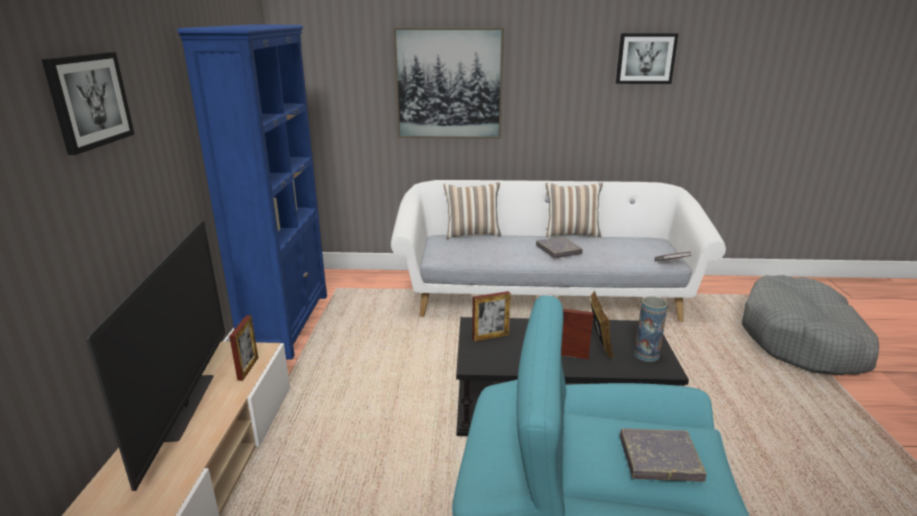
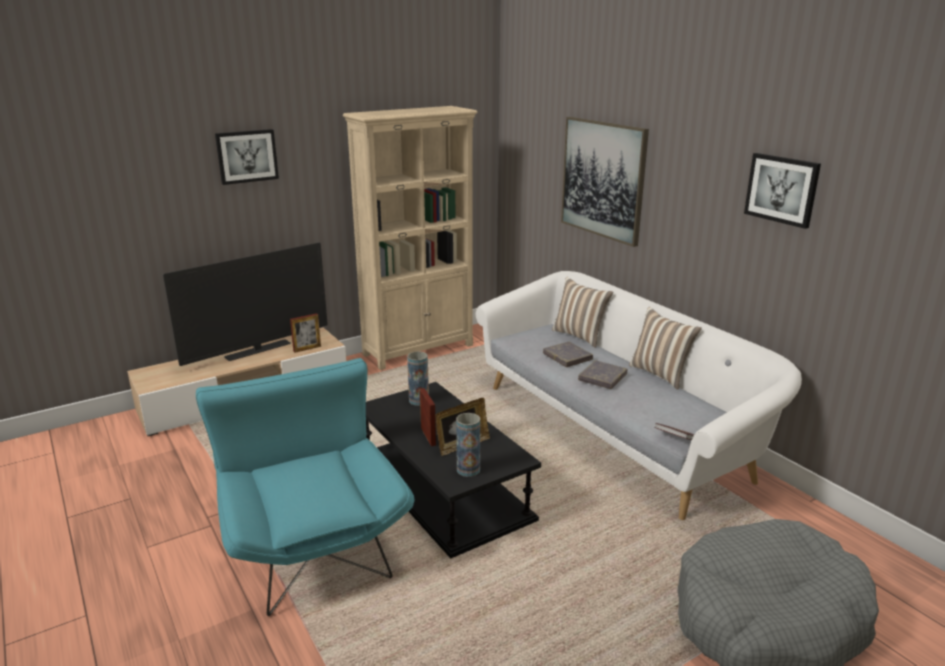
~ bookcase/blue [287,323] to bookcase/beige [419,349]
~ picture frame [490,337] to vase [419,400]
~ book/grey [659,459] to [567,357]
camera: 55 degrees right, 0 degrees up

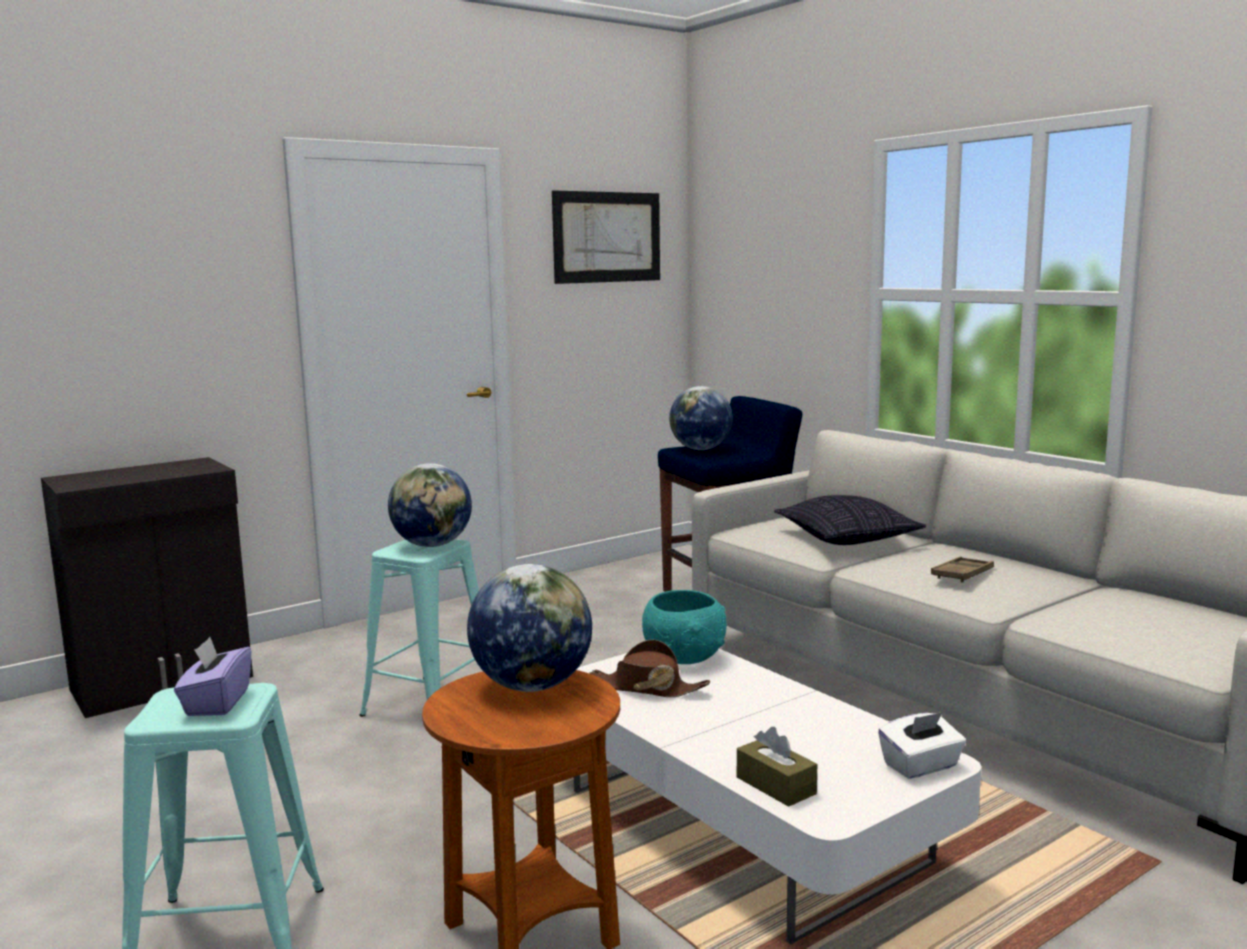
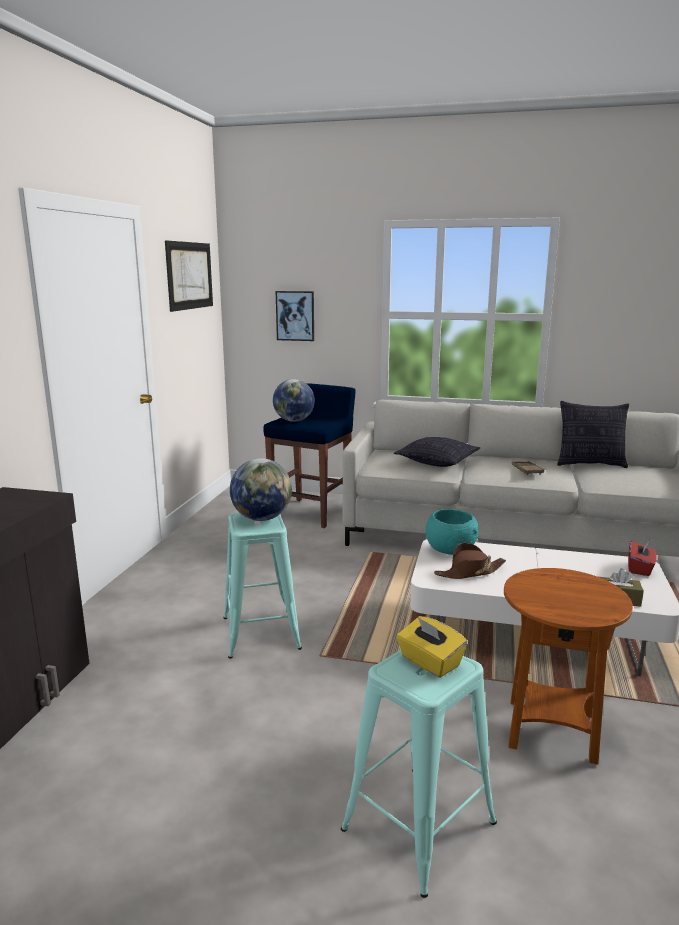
+ picture [295,316]
~ tissue box/purple [216,702] to tissue box/yellow [429,662]
+ pillow [590,464]
~ tissue box/white [921,766] to tissue box/red [640,569]
- globe [532,686]
camera: 40 degrees left, 5 degrees up

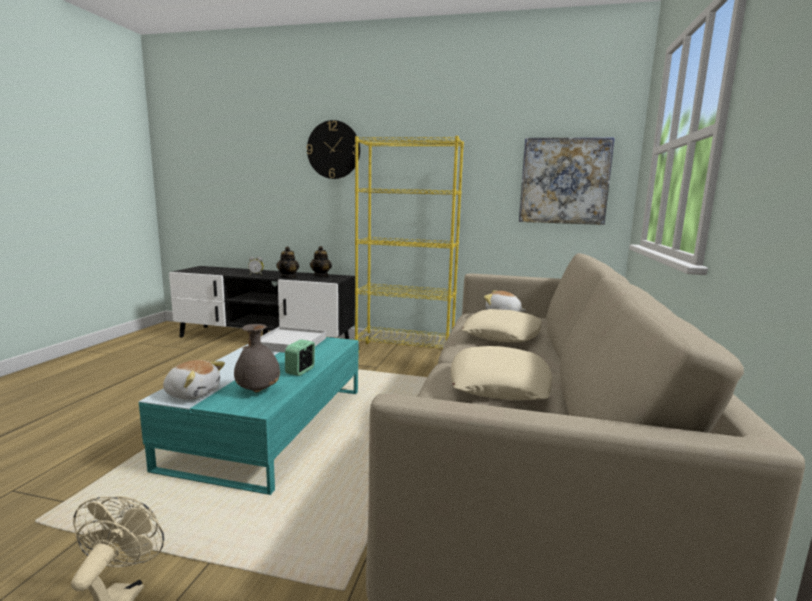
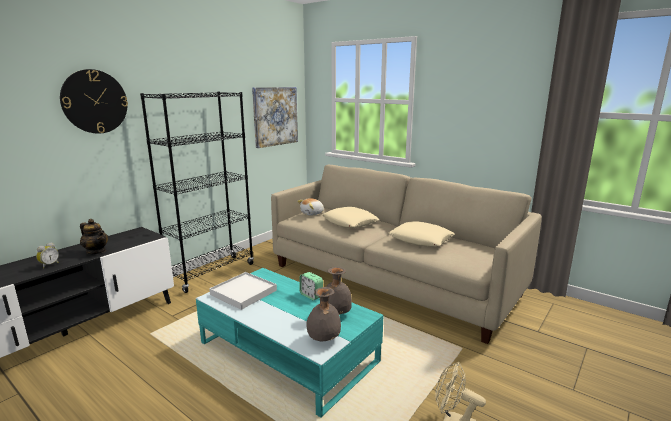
~ bookcase/yellow [405,352] to bookcase/black [211,273]
~ plush toy [193,393] to vase/grey [323,339]
- teapot [321,275]
camera: 65 degrees left, 5 degrees up

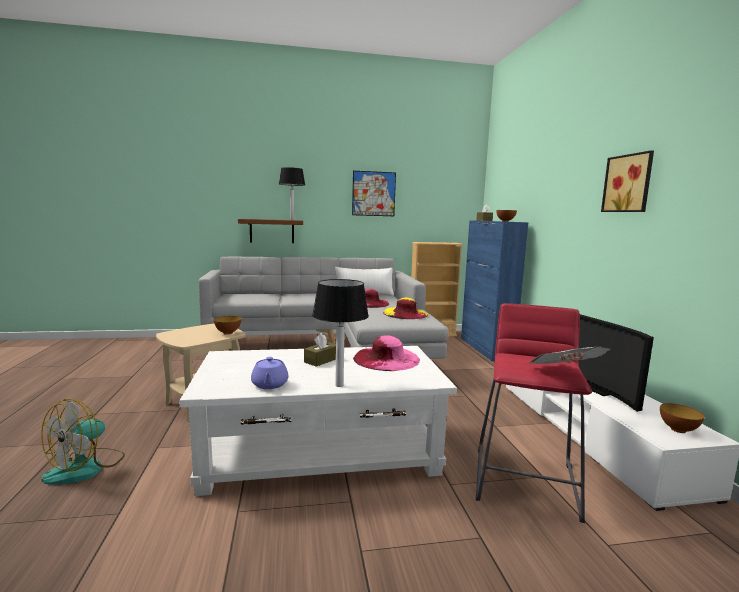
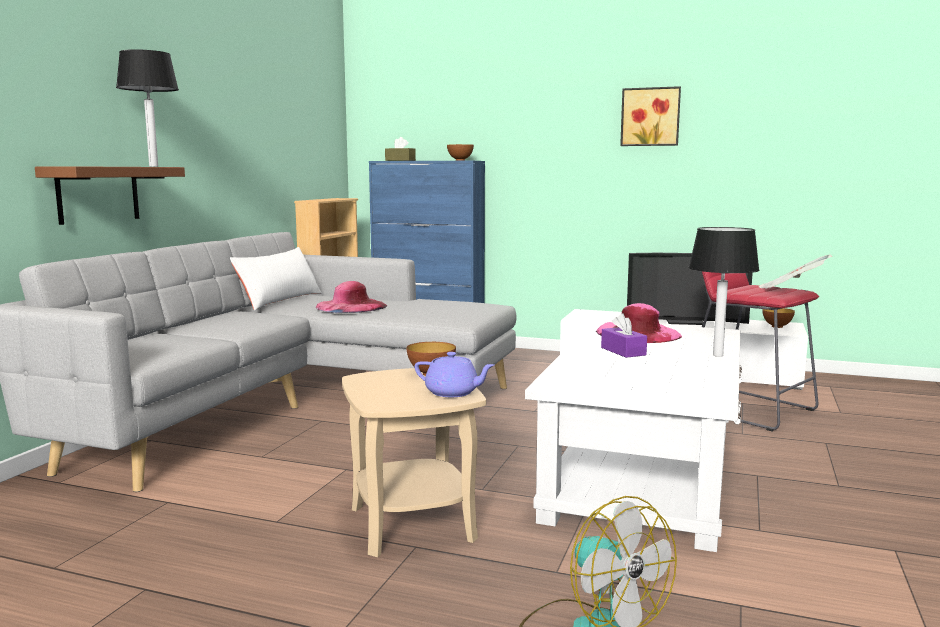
~ teapot/purple [269,385] to [453,393]
~ tissue box/brown [321,360] to tissue box/purple [623,351]
- picture [373,193]
- hat/yellow [405,313]
camera: 60 degrees left, 0 degrees up

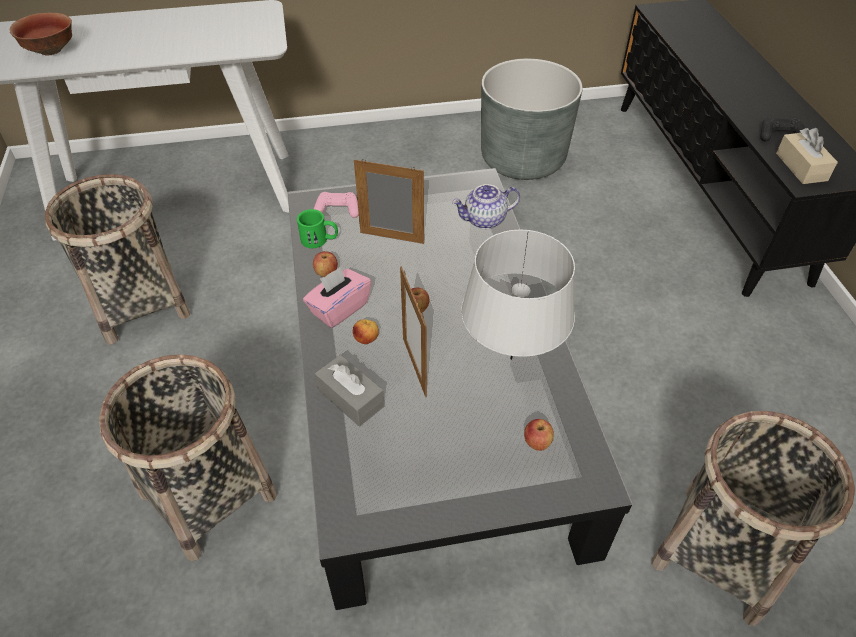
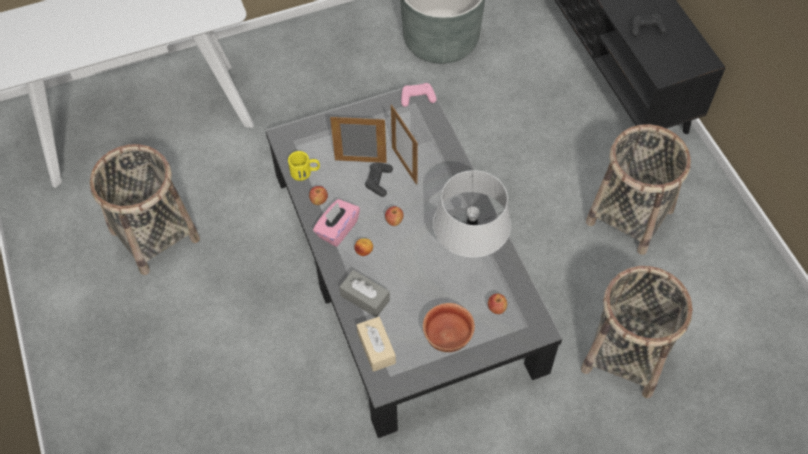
~ mug/green [320,240] to mug/yellow [305,172]
~ tissue box/beige [801,167] to [376,348]
+ game controller/black [378,181]
~ picture frame [414,366] to [404,166]
~ game controller/pink [337,210] to [417,98]
~ bowl [50,50] to [447,336]
~ basket [209,495] to [630,216]
- teapot [484,220]
camera: 10 degrees left, 10 degrees up

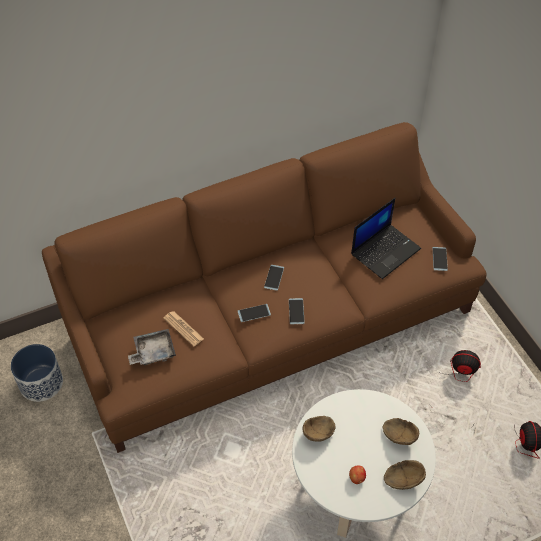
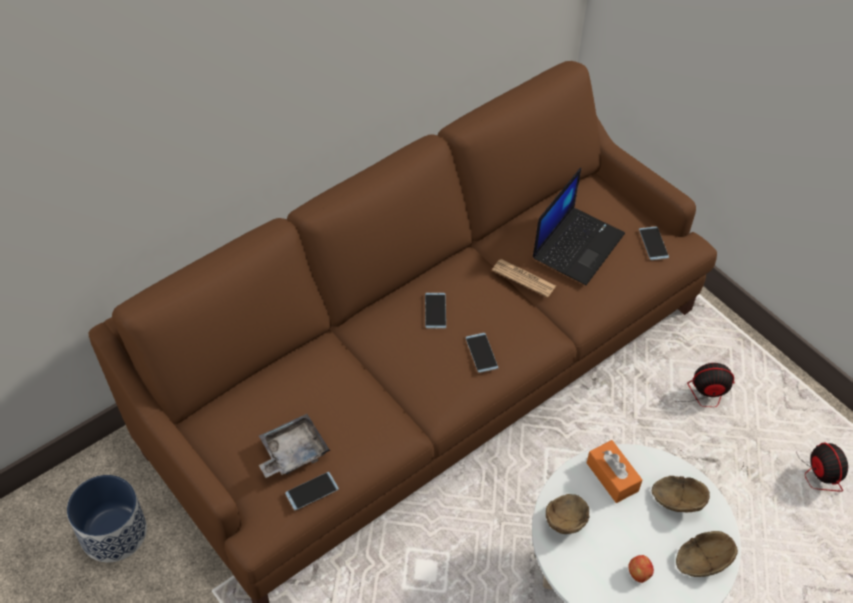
~ phone [254,313] to [312,491]
~ newspaper [183,328] to [524,278]
+ tissue box/orange [612,477]
camera: 15 degrees left, 0 degrees up

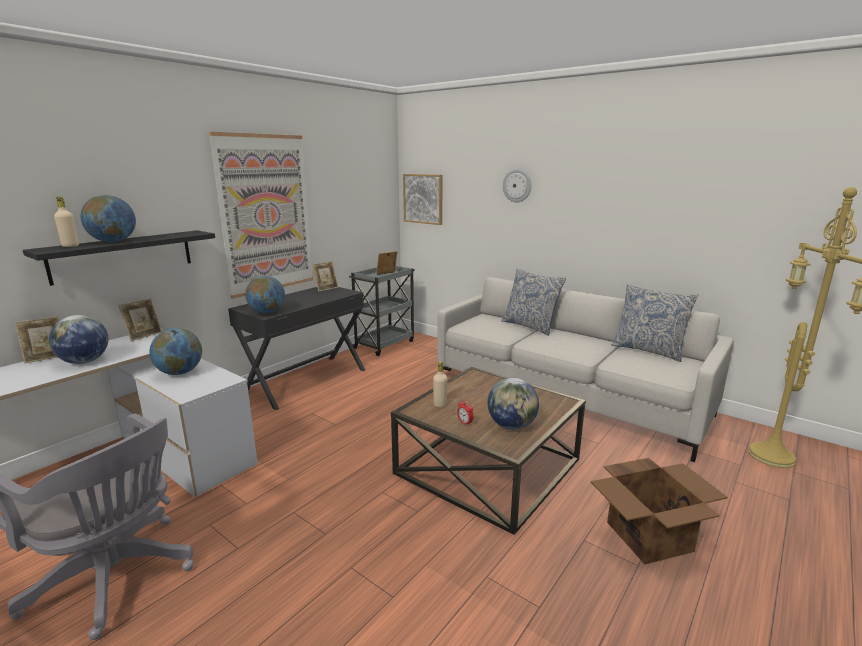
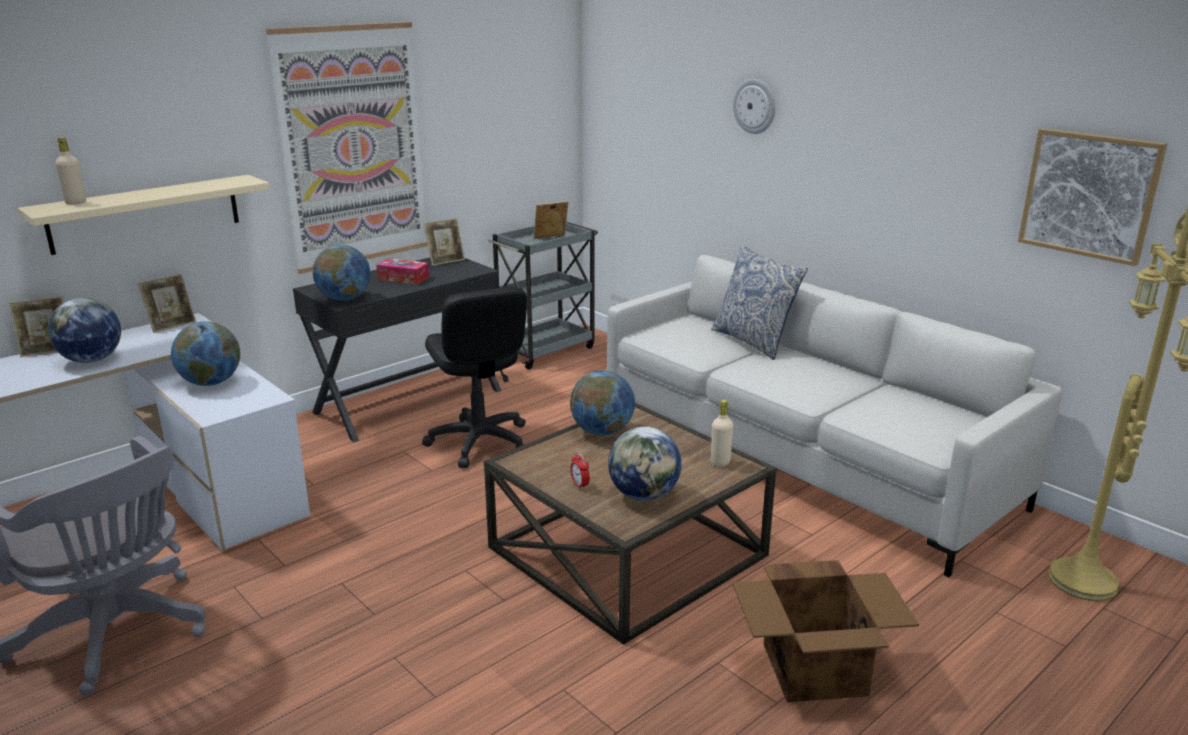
~ shelf/black [123,256] to shelf/beige [145,213]
+ tissue box [403,278]
+ office chair/black [479,442]
~ globe [113,242] to [602,431]
~ bottle/beige [440,404] to [720,462]
~ picture [423,199] to [1089,195]
- pillow [648,350]
camera: 10 degrees right, 5 degrees up

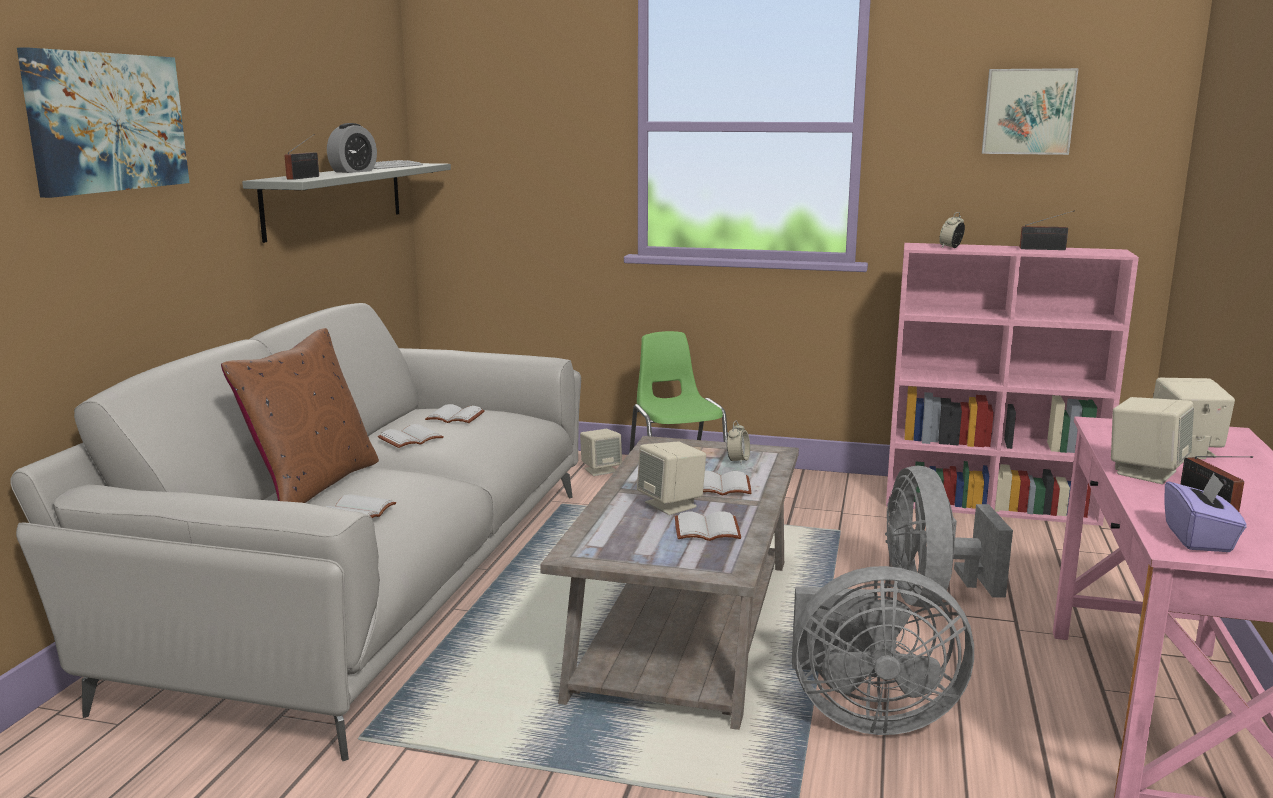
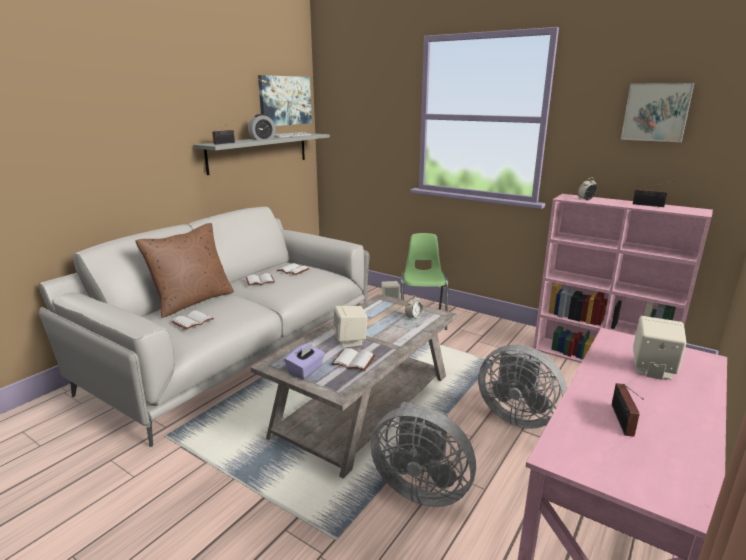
~ picture [107,122] to [285,100]
~ tissue box/purple [1199,538] to [306,370]
~ fan/grey [930,597] = [517,416] 75 degrees counterclockwise
- book/white [722,486]
- speaker/beige [1145,472]
camera: 20 degrees right, 5 degrees up

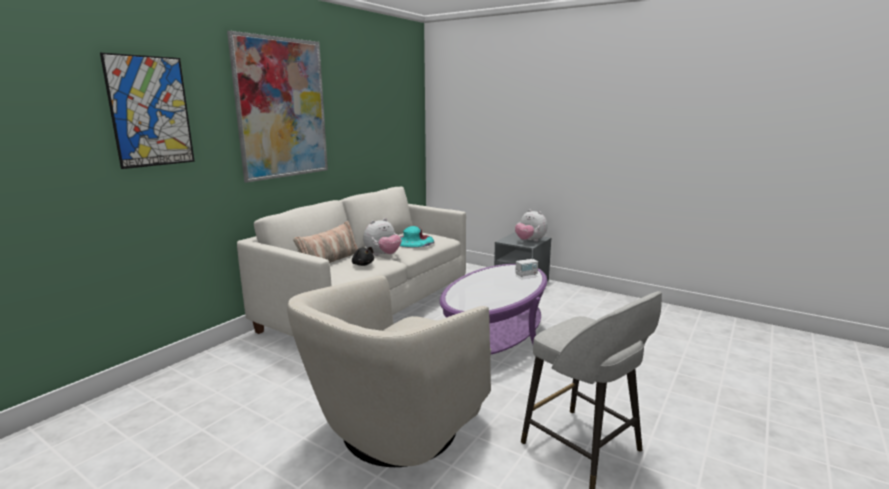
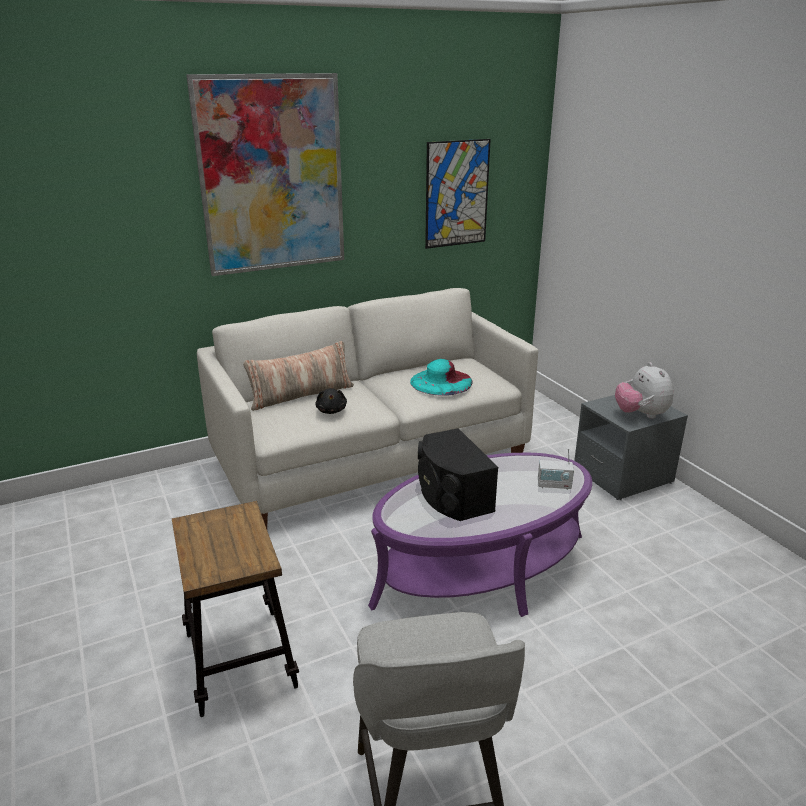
~ armchair/beige [397,429] to stool [240,660]
+ speaker/black [451,495]
~ picture [150,111] to [457,194]
- plush toy [383,255]
camera: 30 degrees right, 10 degrees up

